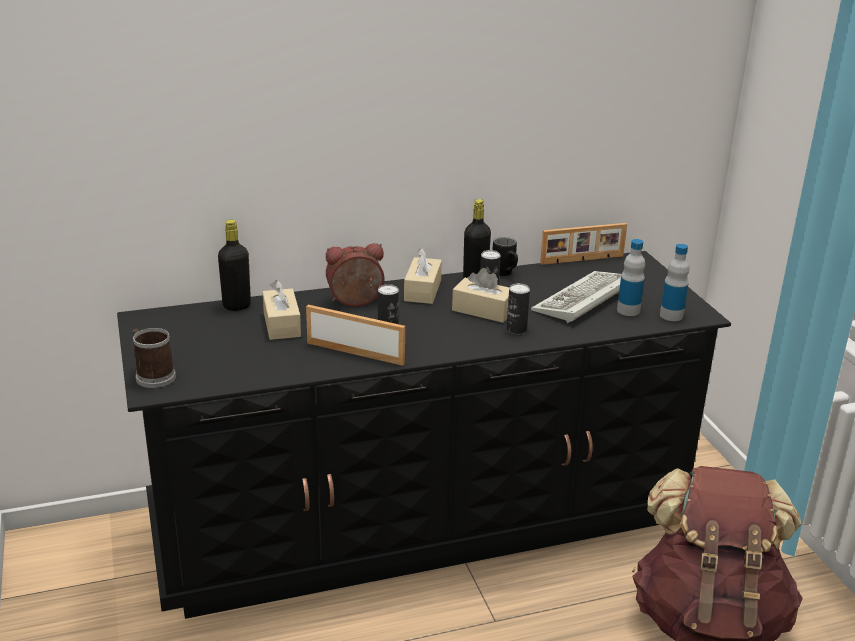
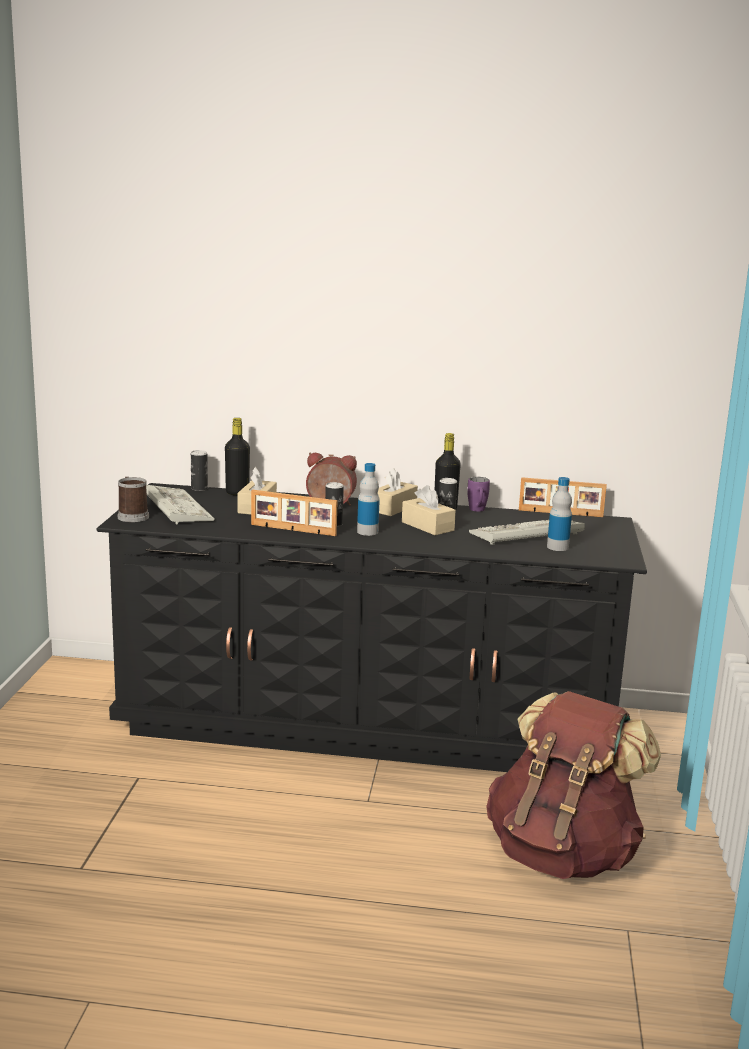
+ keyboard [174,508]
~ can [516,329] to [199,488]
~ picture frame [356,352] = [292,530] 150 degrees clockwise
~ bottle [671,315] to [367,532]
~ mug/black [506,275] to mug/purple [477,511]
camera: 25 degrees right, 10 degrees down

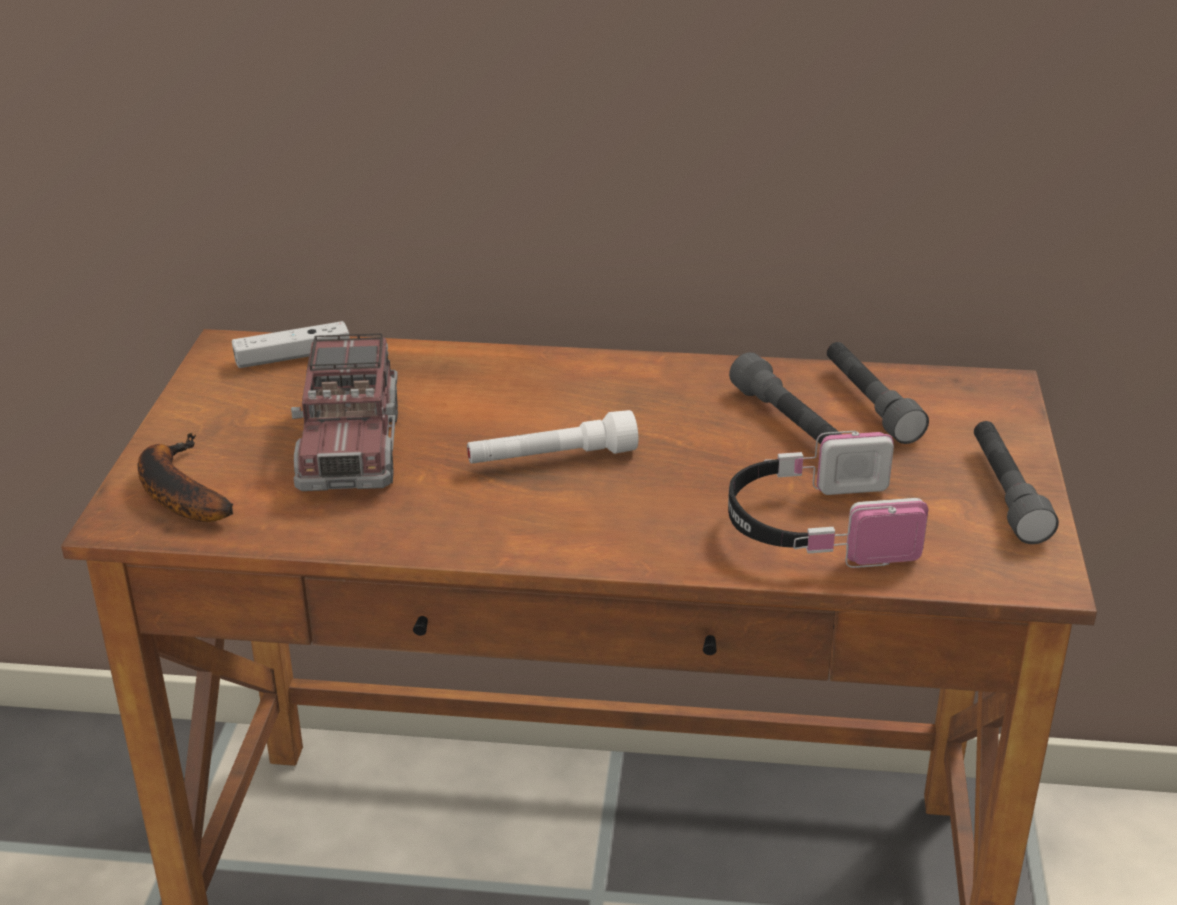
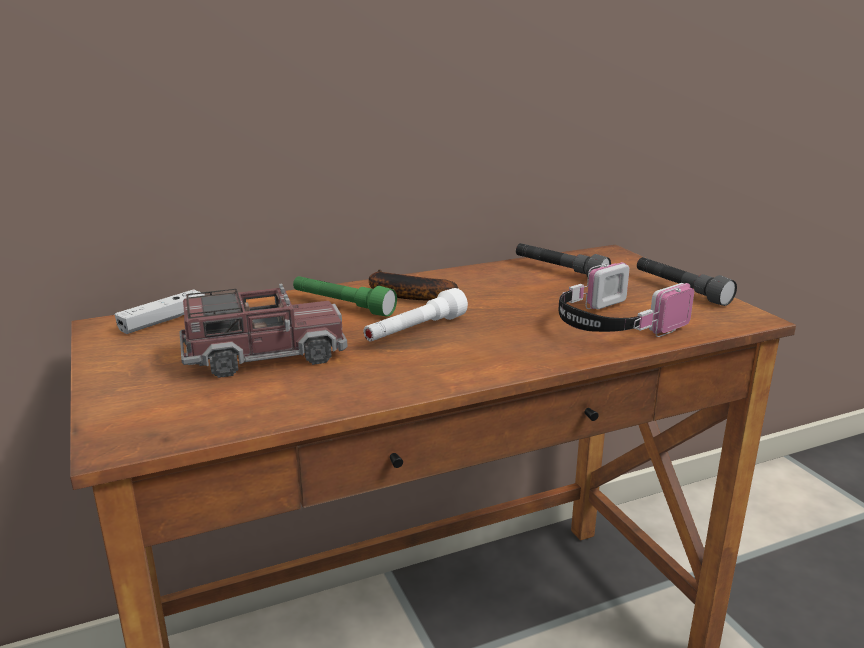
~ toy truck [350,446] = [264,355] 75 degrees counterclockwise
+ flashlight/green [342,306]
~ banana [176,491] to [402,294]
- flashlight/grey [787,422]
camera: 30 degrees left, 10 degrees down

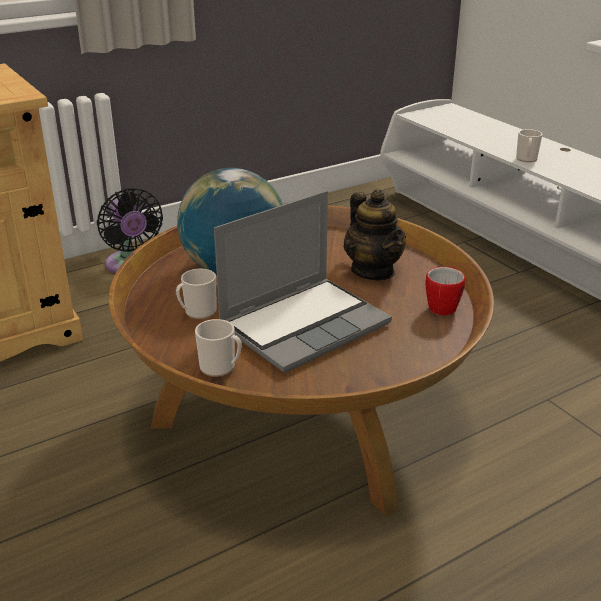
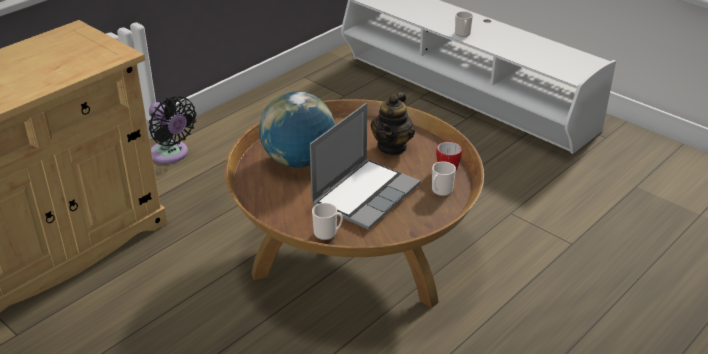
~ teapot [373,271] = [392,147] 60 degrees clockwise
~ mug [197,312] to [440,191]
camera: 15 degrees left, 5 degrees up

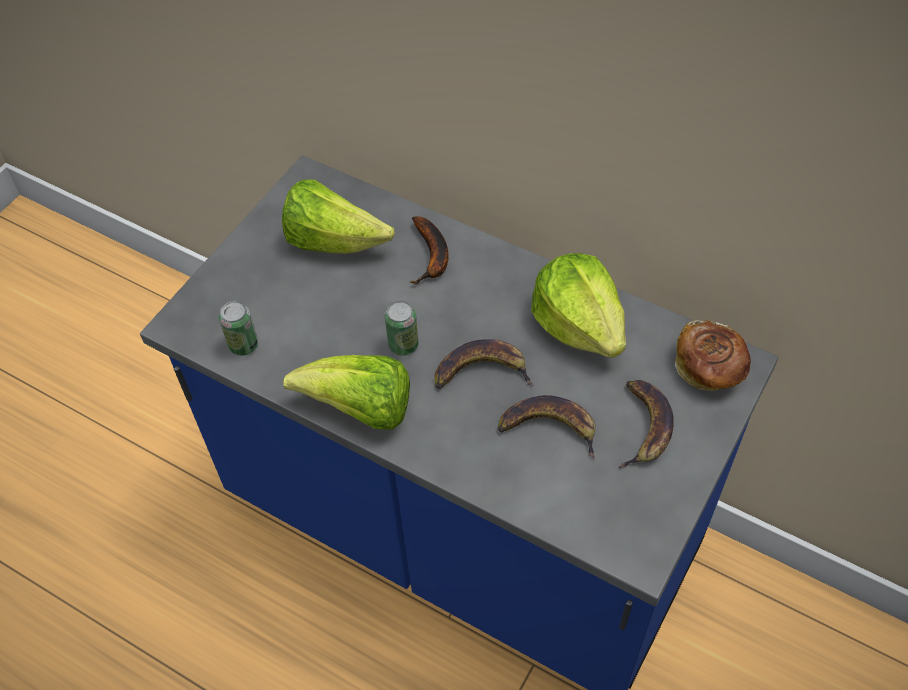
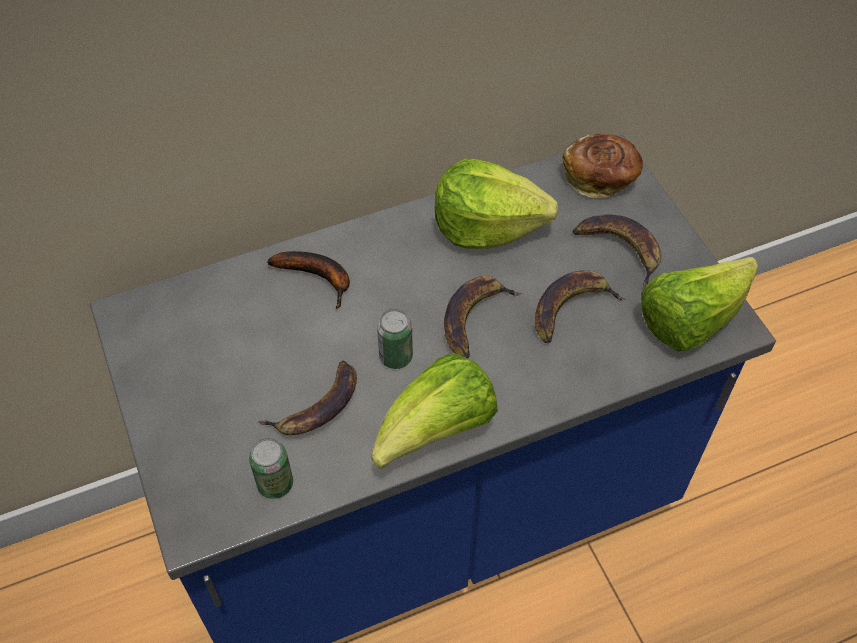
+ banana [318,407]
~ lettuce [334,241] to [690,320]
camera: 55 degrees left, 0 degrees up

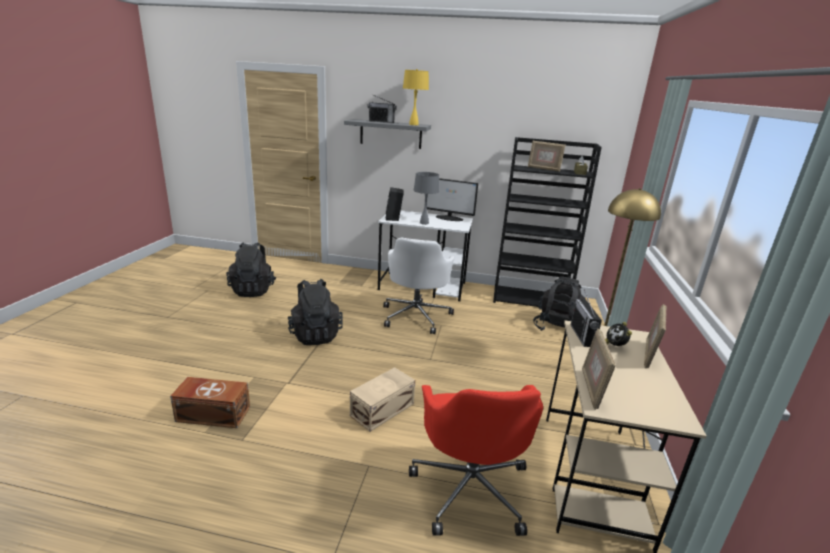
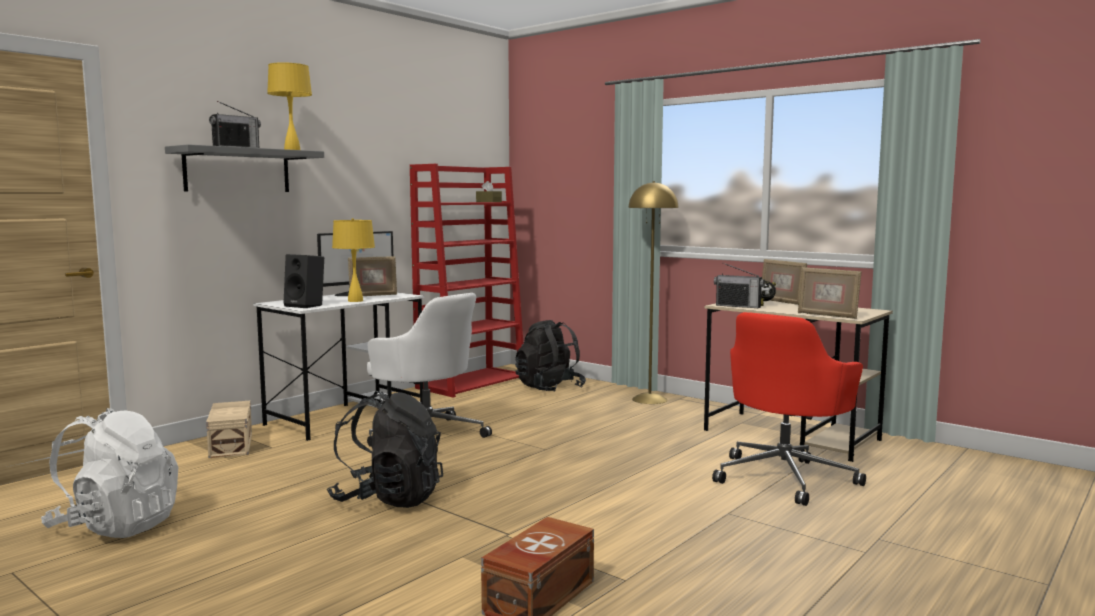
~ backpack/black [253,290] to backpack/white [116,526]
~ storage box/beige [383,410] to [232,444]
~ table lamp/grey [424,223] to table lamp/yellow [355,301]
~ picture frame [543,169] to [373,295]
~ bookcase/black [531,299] to bookcase/red [471,383]
~ office chair/red [470,487] = [785,477] 105 degrees clockwise
camera: 60 degrees left, 15 degrees down

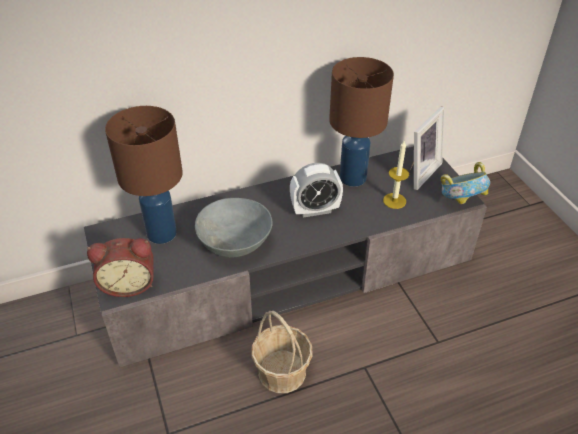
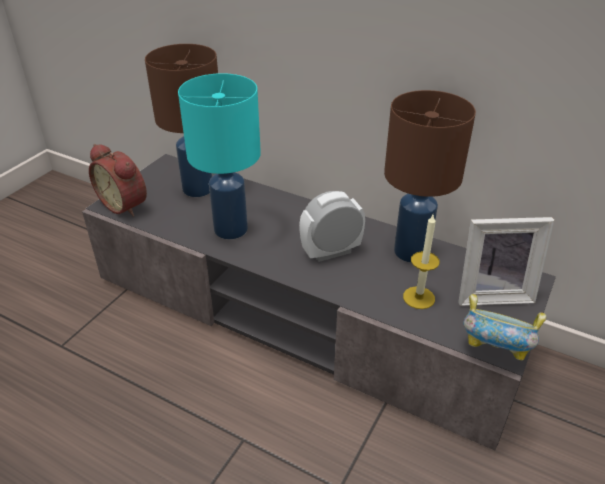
~ bowl/grey [236,242] to table lamp/turquoise [231,229]
~ alarm clock [315,210] = [331,252] 120 degrees clockwise
- basket [282,371]
camera: 50 degrees right, 5 degrees down

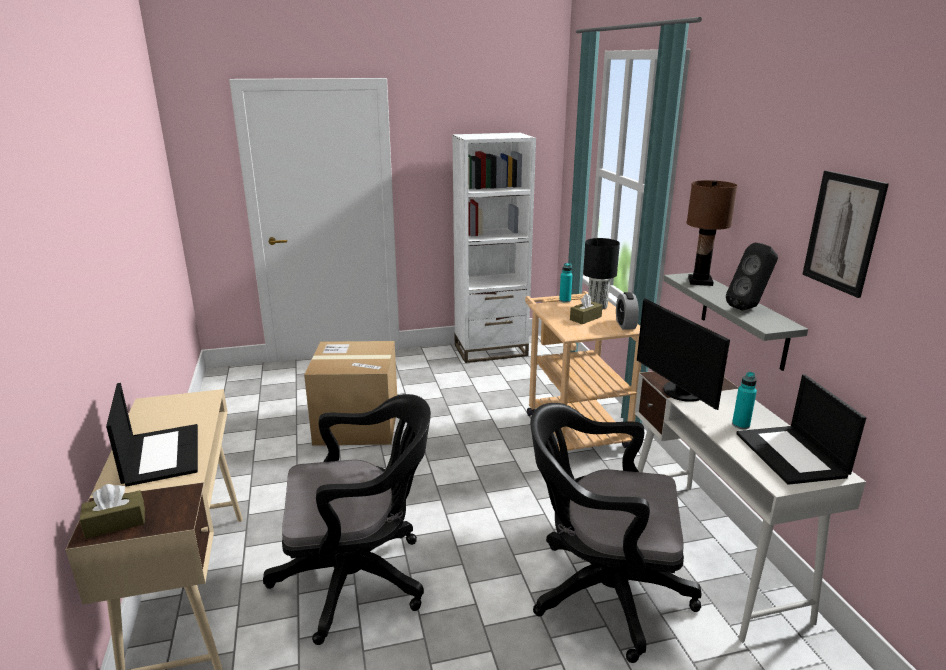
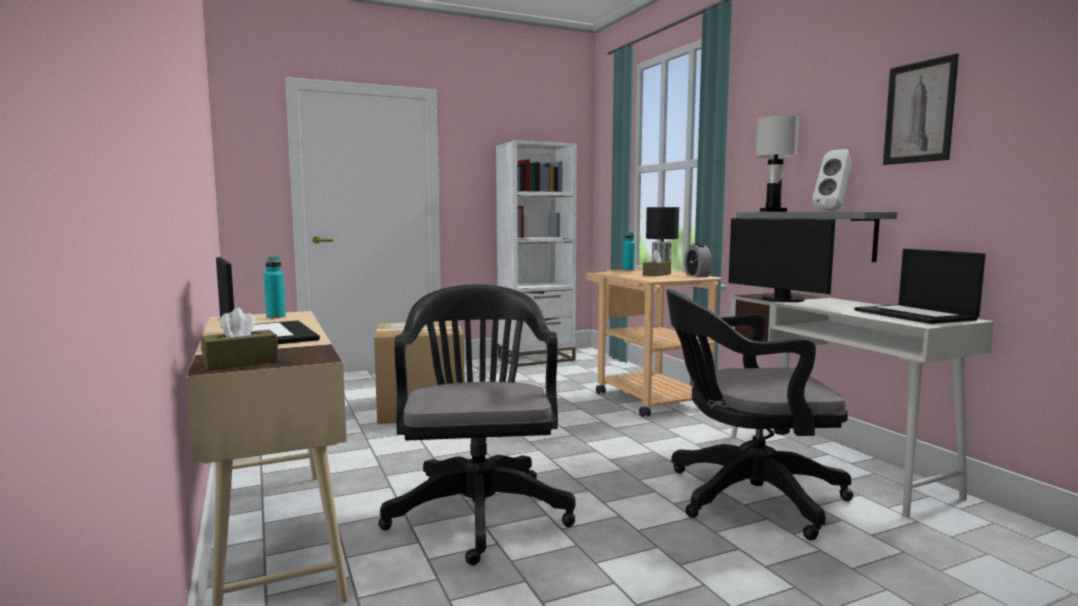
~ bottle/turquoise [740,425] to [276,317]
~ office chair/black [360,578] = [479,509] 75 degrees counterclockwise
~ table lamp/brown [700,281] to table lamp/white [773,211]
~ speaker/black [749,308] to speaker/white [833,211]
camera: 10 degrees left, 15 degrees down

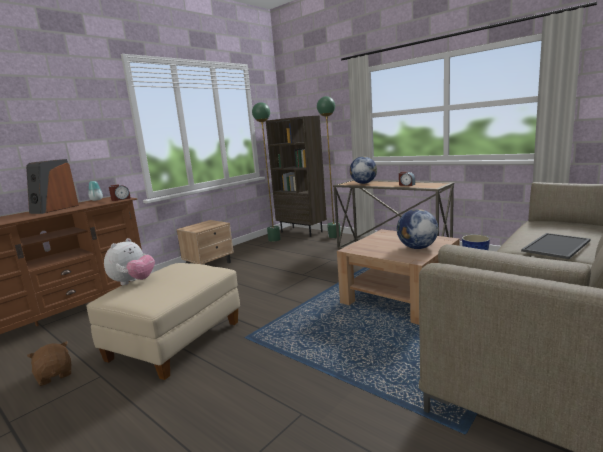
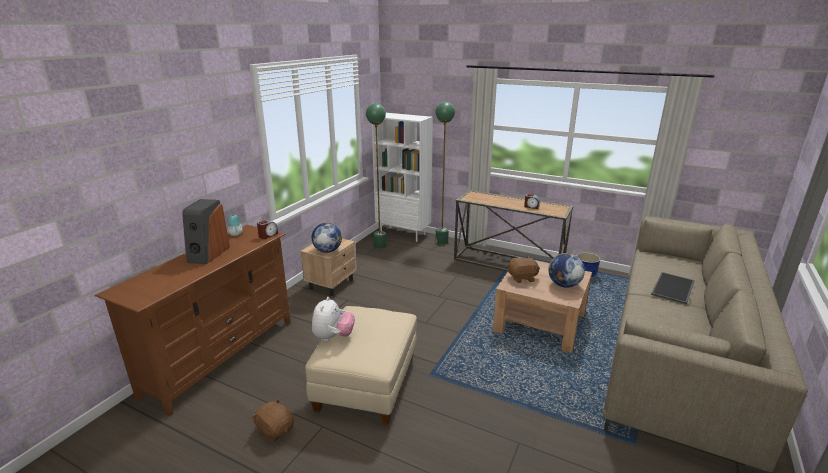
~ globe [363,183] to [327,251]
~ bookcase/brown [302,232] to bookcase/white [403,234]
+ plush toy/brown [522,278]
camera: 15 degrees left, 10 degrees up

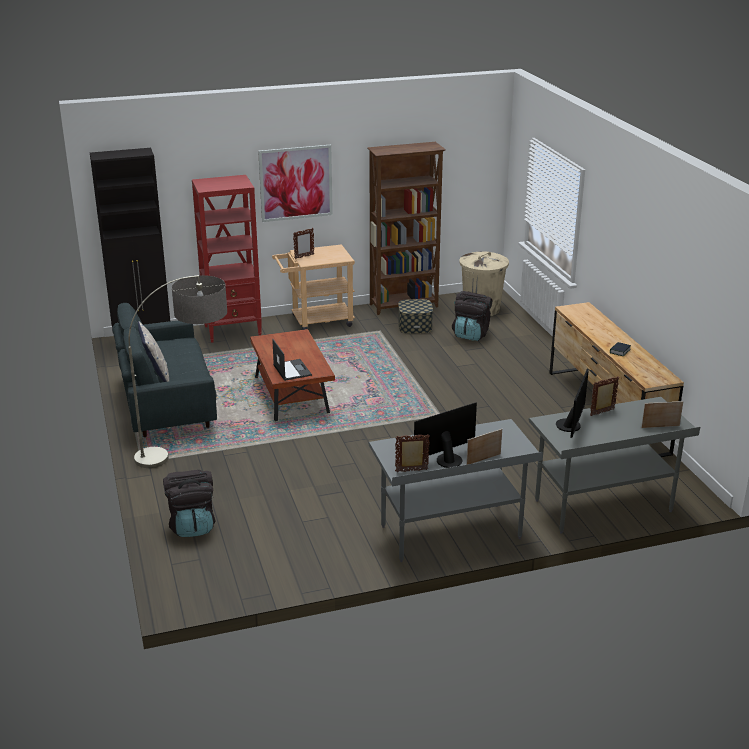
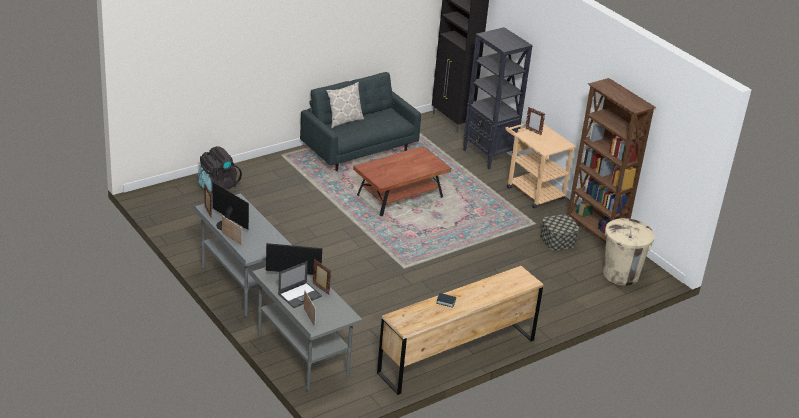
~ laptop [292,370] to [300,295]
~ bookcase/red [233,331] to bookcase/black [488,156]
- floor lamp [192,452]
- picture [296,183]
- backpack/black [471,334]
camera: 70 degrees right, 5 degrees up

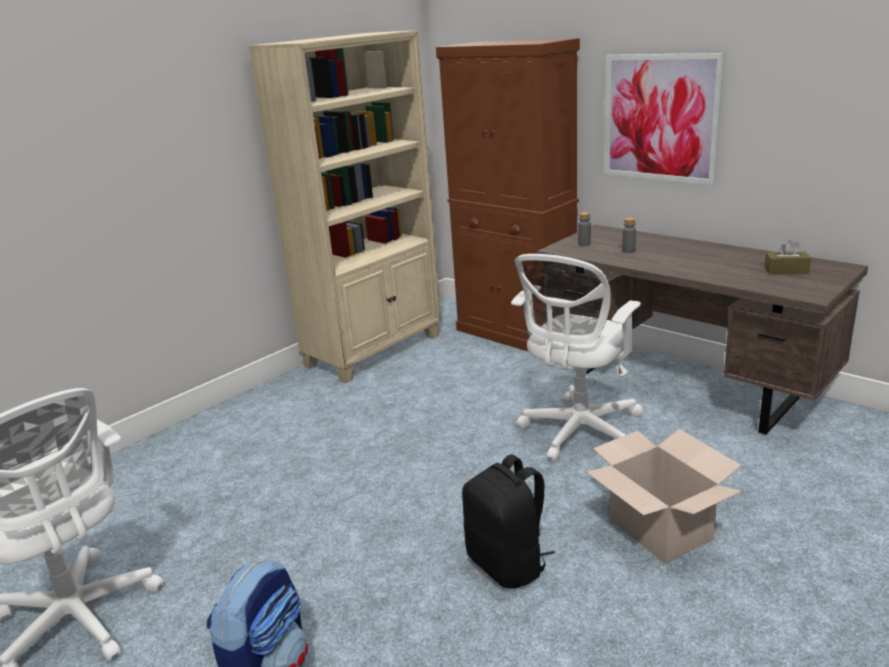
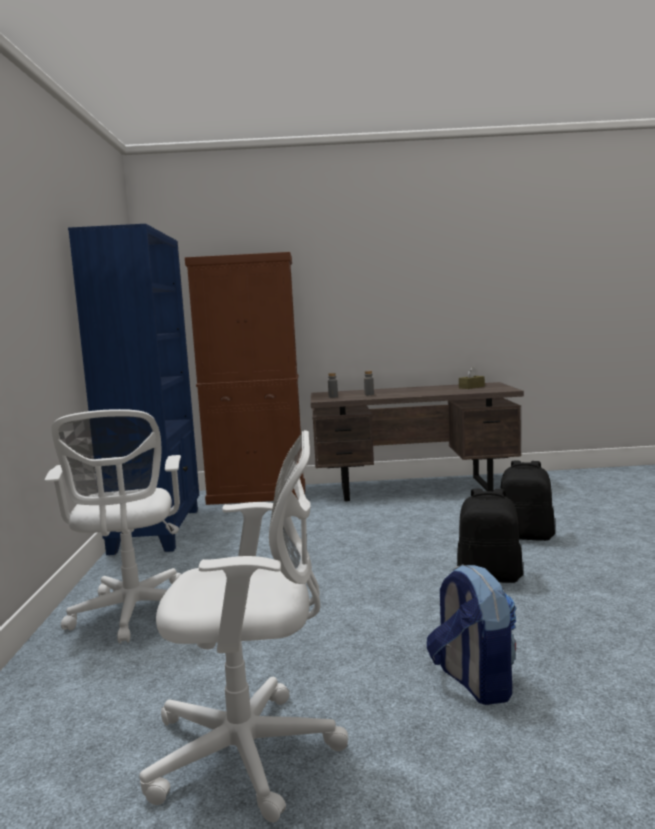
~ office chair/white [578,433] to [133,614]
~ bookcase/beige [375,350] to bookcase/blue [158,530]
~ cardboard box [661,529] to backpack/black [526,536]
- picture [660,118]
camera: 45 degrees left, 15 degrees down

